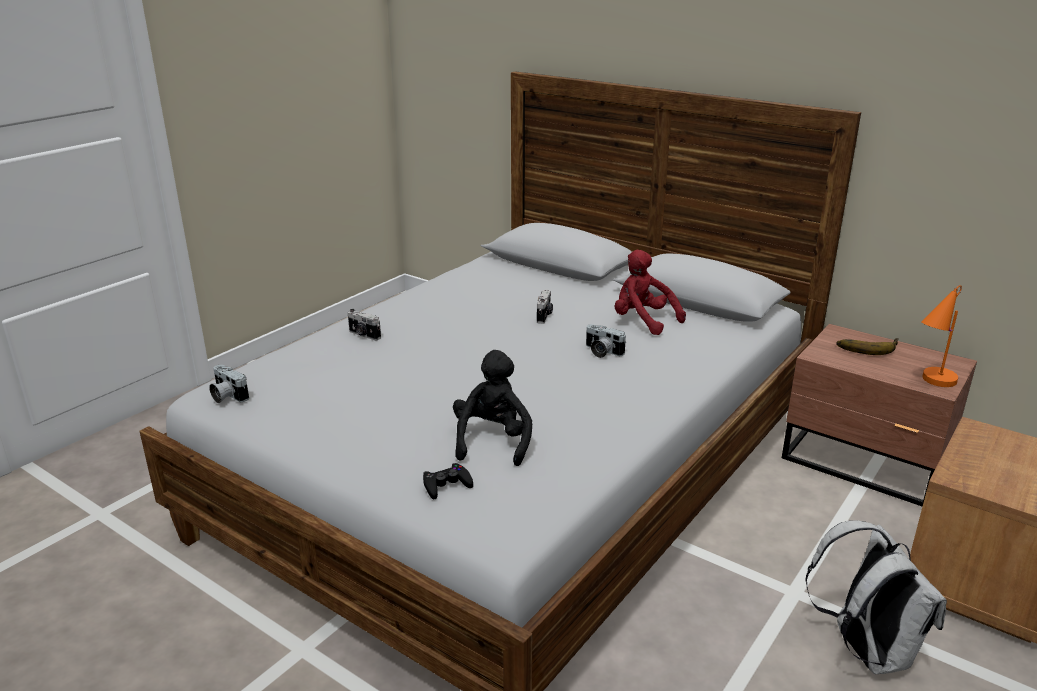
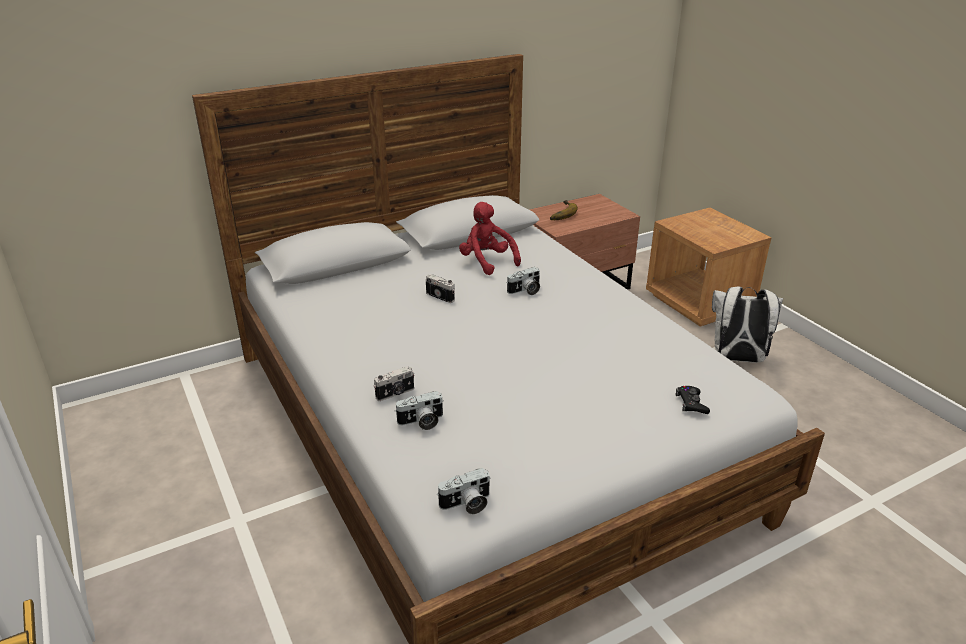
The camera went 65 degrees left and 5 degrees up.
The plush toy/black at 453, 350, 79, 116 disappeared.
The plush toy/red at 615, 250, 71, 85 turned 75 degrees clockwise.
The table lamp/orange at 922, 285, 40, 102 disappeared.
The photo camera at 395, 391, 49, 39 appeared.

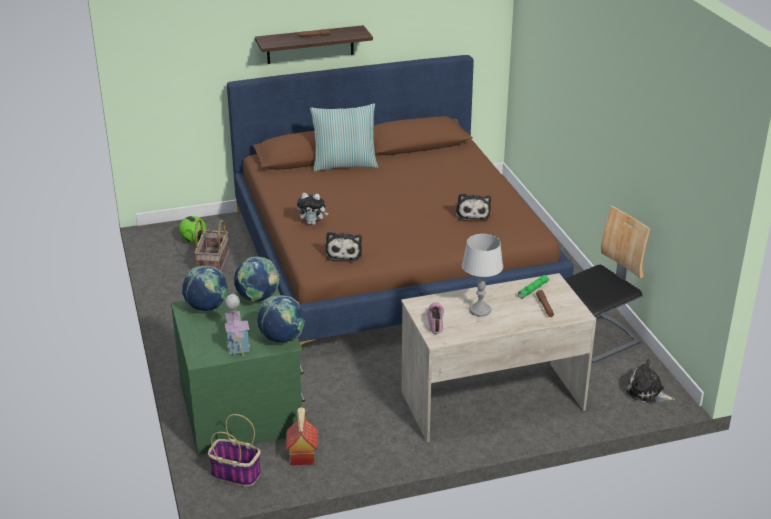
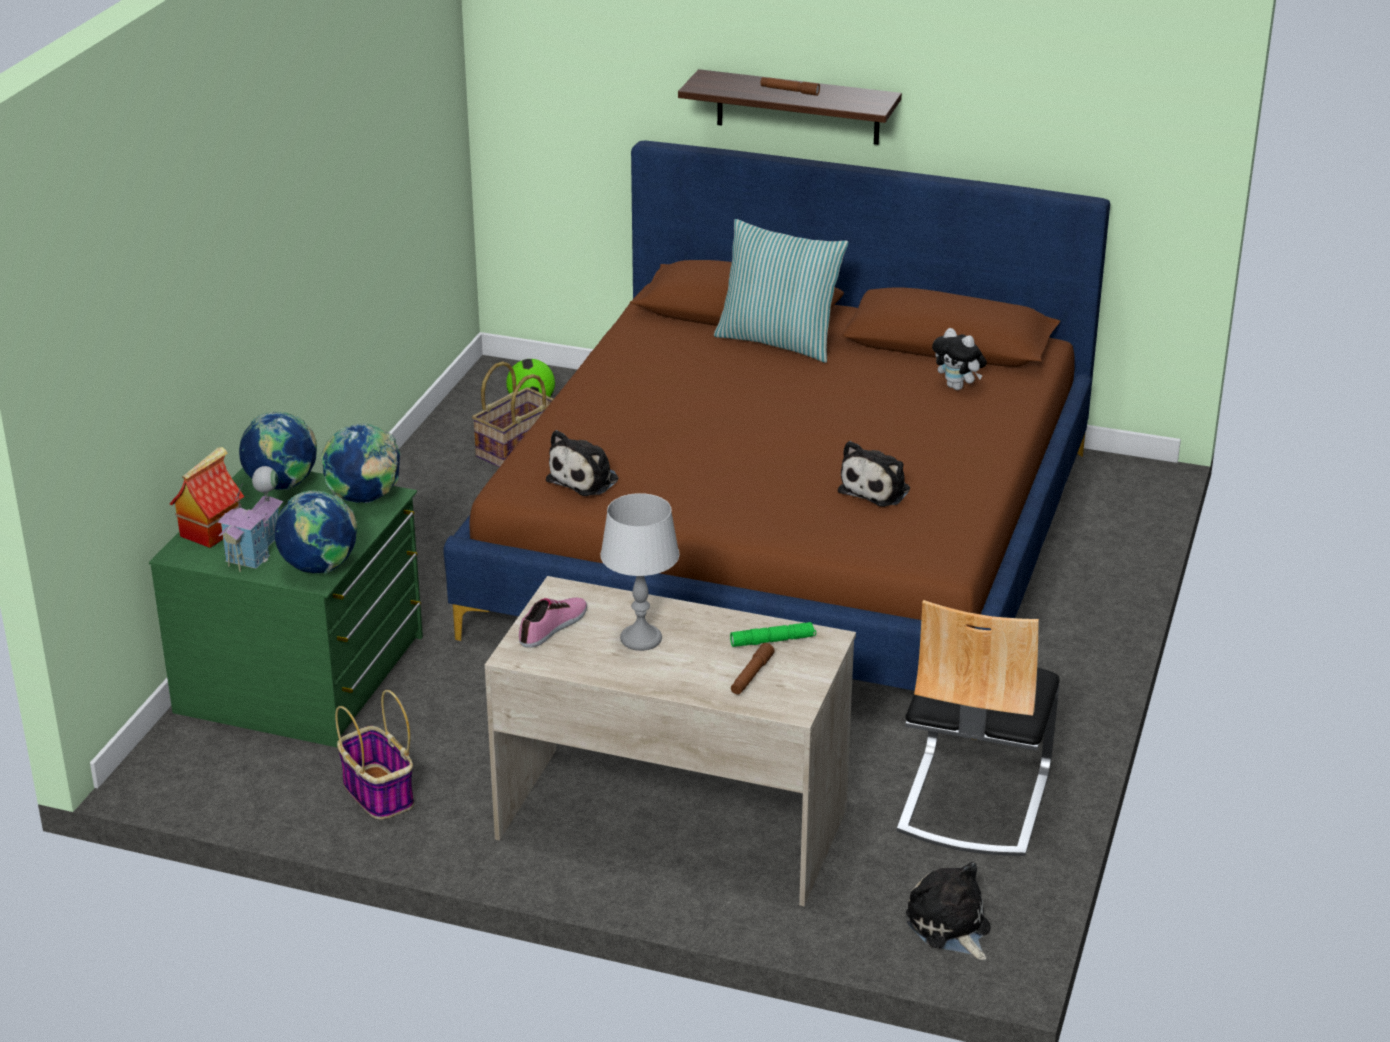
The camera went 35 degrees right and 0 degrees up.
The basket moved from 208, 414, 53, 72 to 335, 690, 79, 130.
The toy house moved from 286, 407, 32, 58 to 170, 447, 74, 101.
The plush toy moved from 297, 193, 31, 32 to 932, 328, 55, 62.
The chair at 564, 206, 86, 157 turned 105 degrees clockwise.

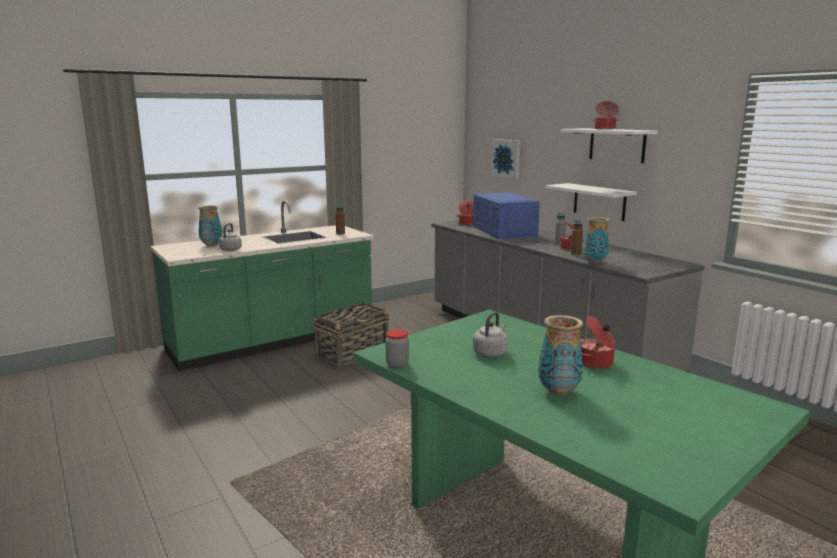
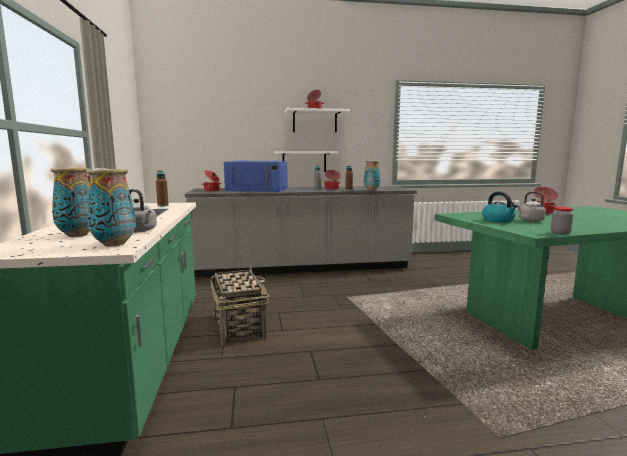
The camera went 65 degrees left and 5 degrees down.
The picture at 491, 139, 29, 40 disappeared.
The vase moved from 538, 315, 45, 81 to 86, 169, 50, 78.
The kettle at 482, 192, 36, 30 appeared.

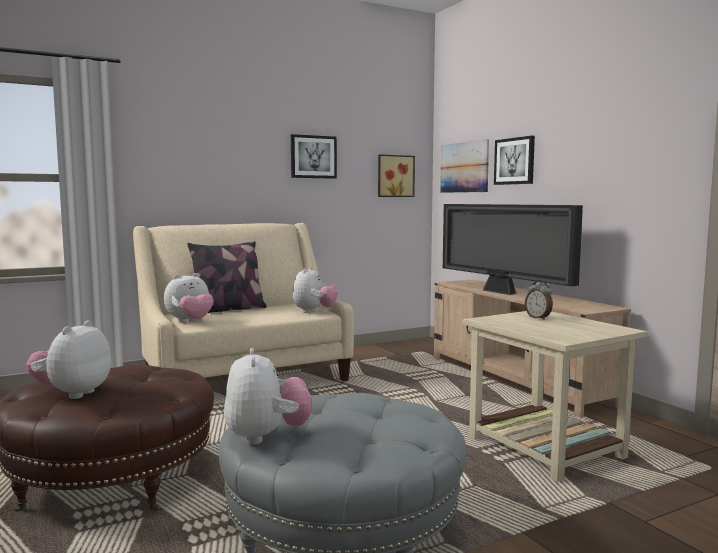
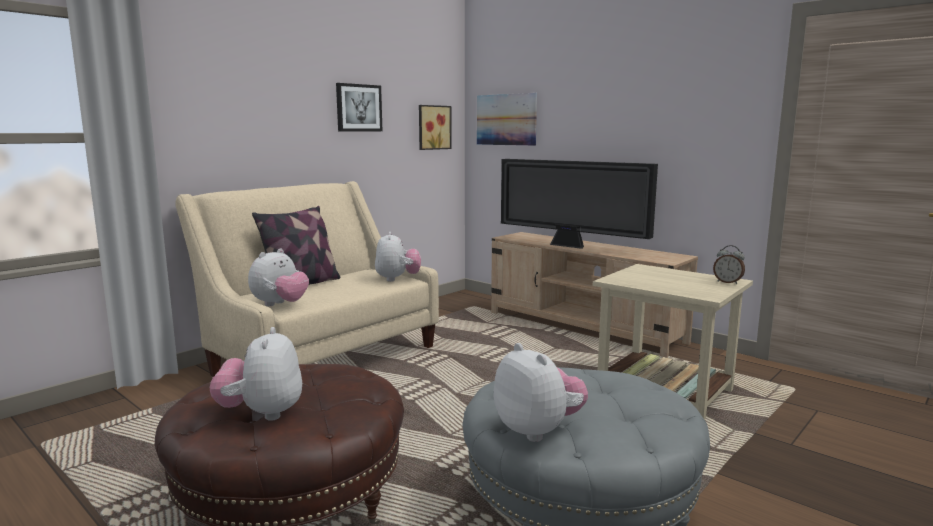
The camera went 20 degrees left and 5 degrees up.
The picture at 494, 136, 41, 49 disappeared.
The alarm clock moved from 525, 280, 28, 40 to 713, 245, 32, 39.

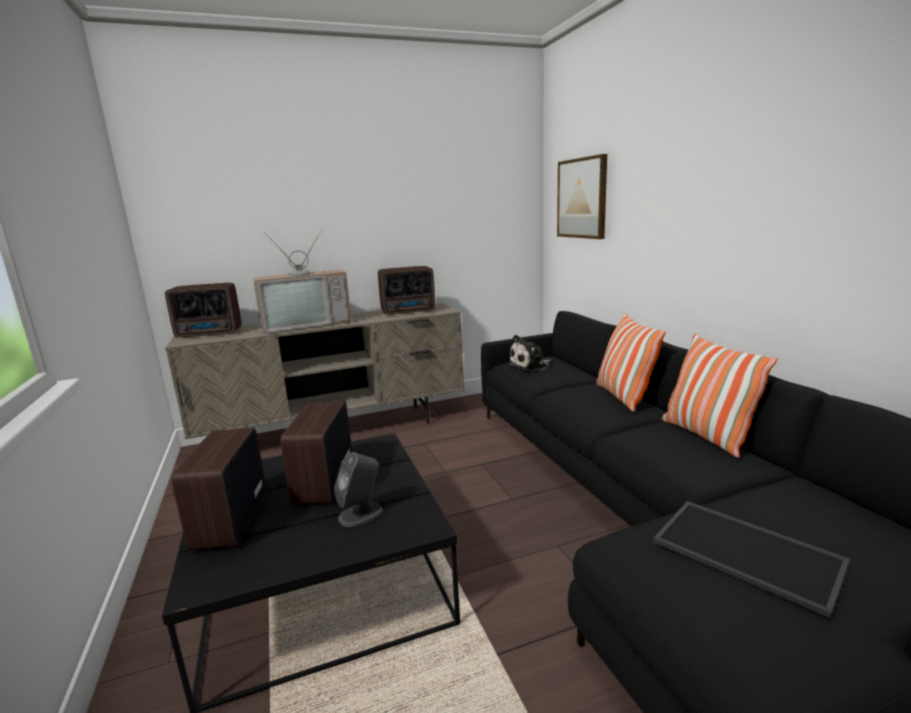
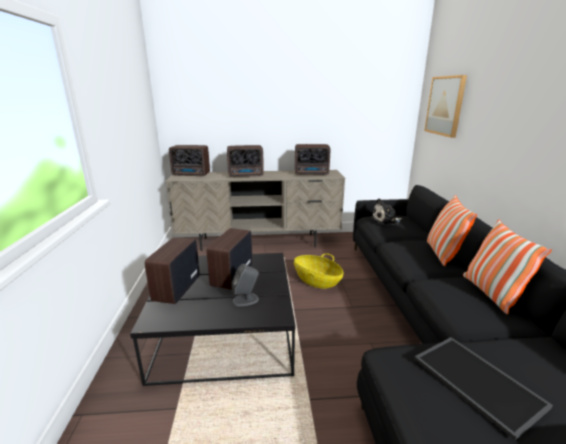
The camera went 15 degrees right and 5 degrees up.
The television at 253, 228, 99, 106 was replaced by the radio at 227, 145, 37, 32.
The basket at 294, 253, 50, 36 appeared.

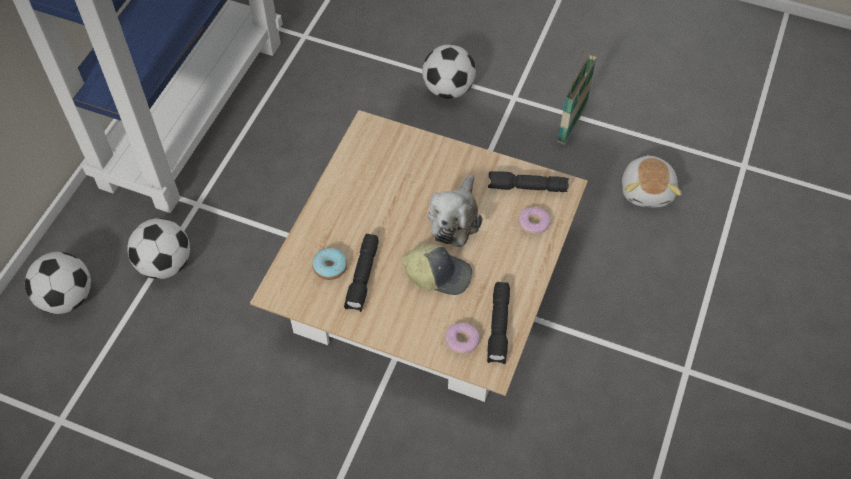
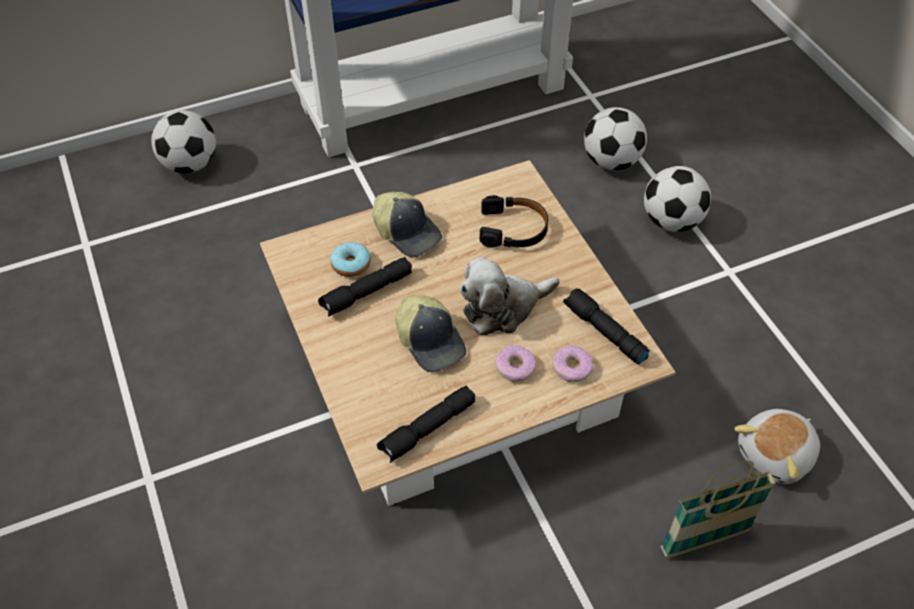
The camera went 45 degrees right and 5 degrees down.
The football moved from 127, 218, 63, 61 to 584, 107, 63, 63.
The donut moved from 445, 322, 35, 32 to 495, 345, 41, 37.
The basket moved from 557, 49, 40, 96 to 661, 460, 115, 98.
The cap at 372, 192, 70, 65 appeared.
The headphones/black at 480, 195, 68, 53 appeared.

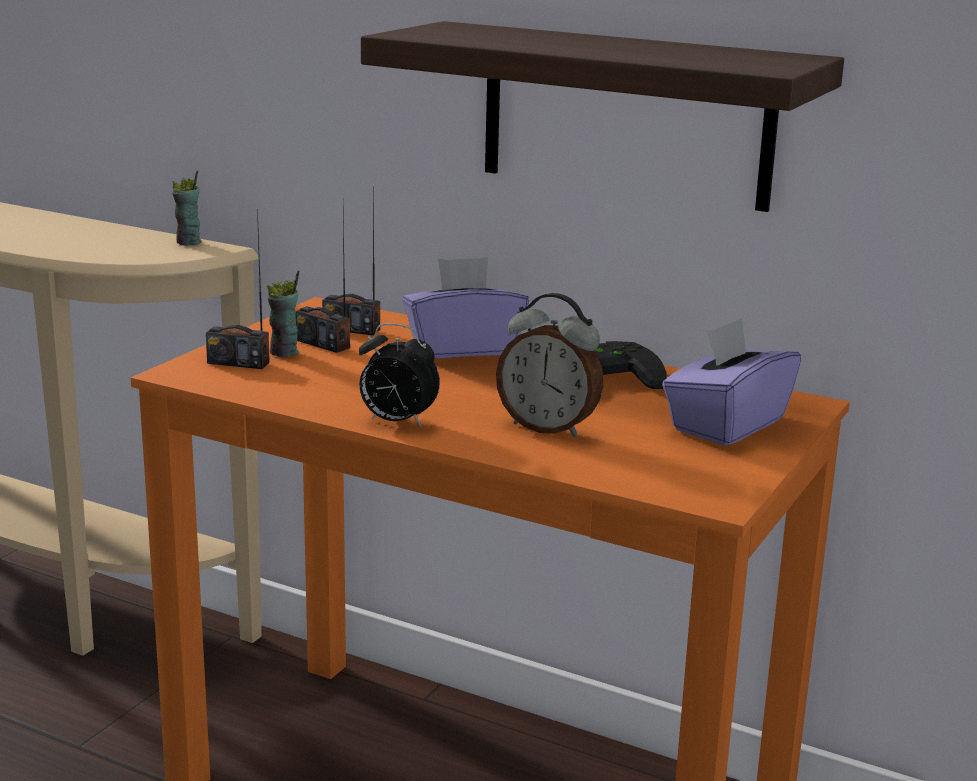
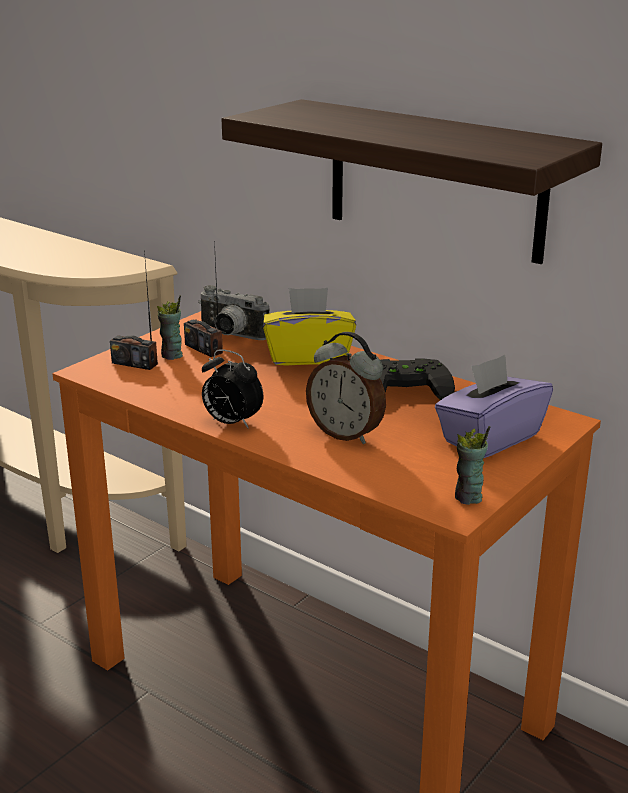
The camera went 10 degrees right and 5 degrees up.
The cup moved from 172, 170, 30, 76 to 455, 426, 35, 79.
The radio at 322, 188, 58, 148 was replaced by the photo camera at 198, 285, 71, 55.
The tissue box/purple at 402, 257, 127, 101 became the tissue box/yellow at 263, 288, 93, 77.

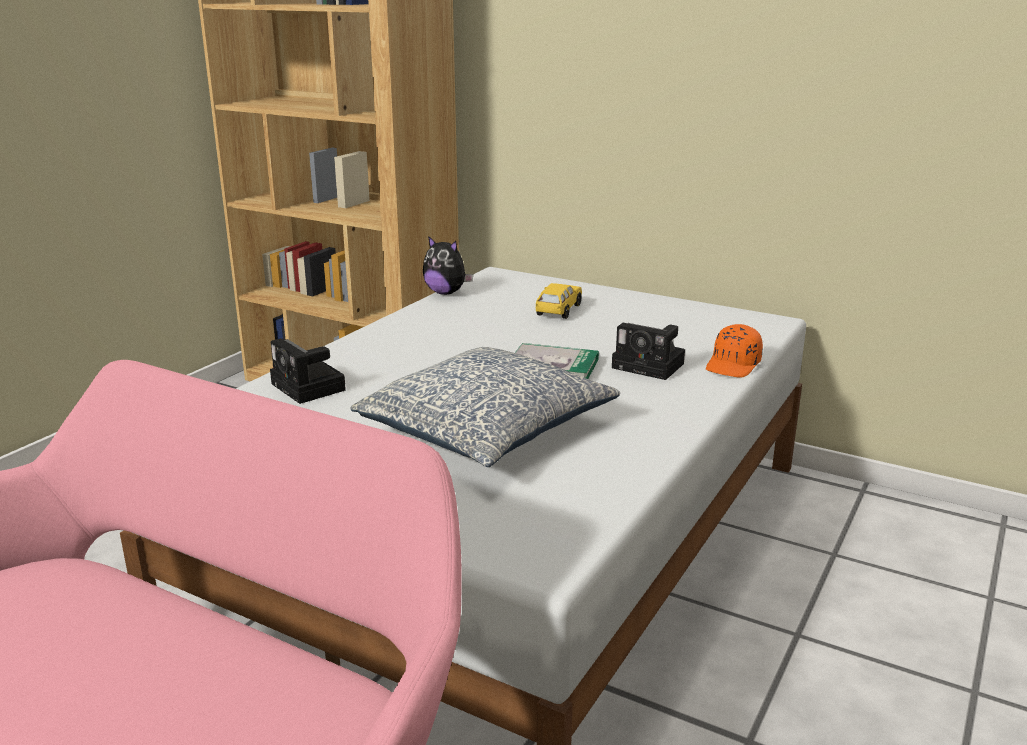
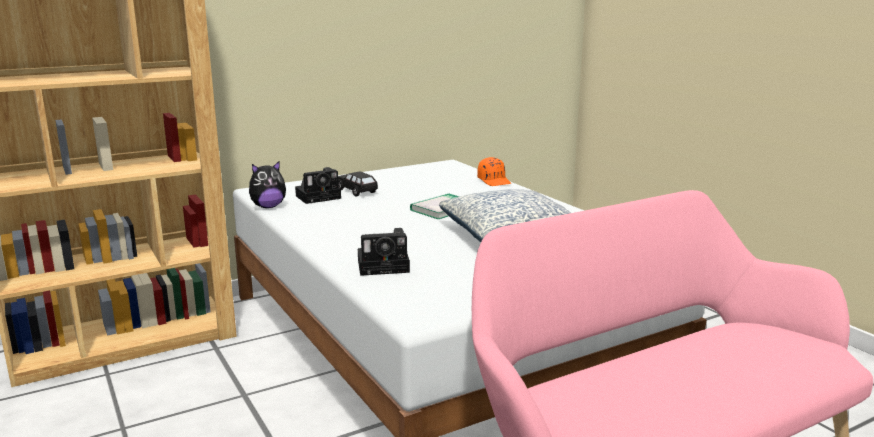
The camera went 60 degrees left and 5 degrees down.
The toy car/yellow at 536, 283, 46, 36 became the toy car/black at 338, 172, 40, 25.
The photo camera moved from 612, 323, 73, 57 to 295, 167, 46, 37.

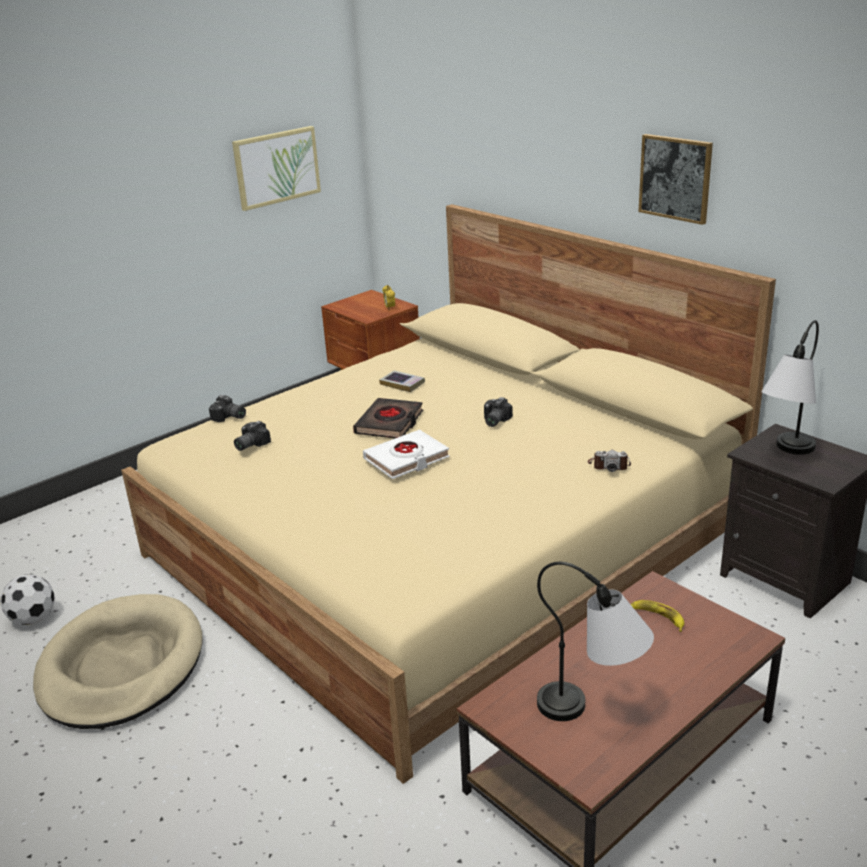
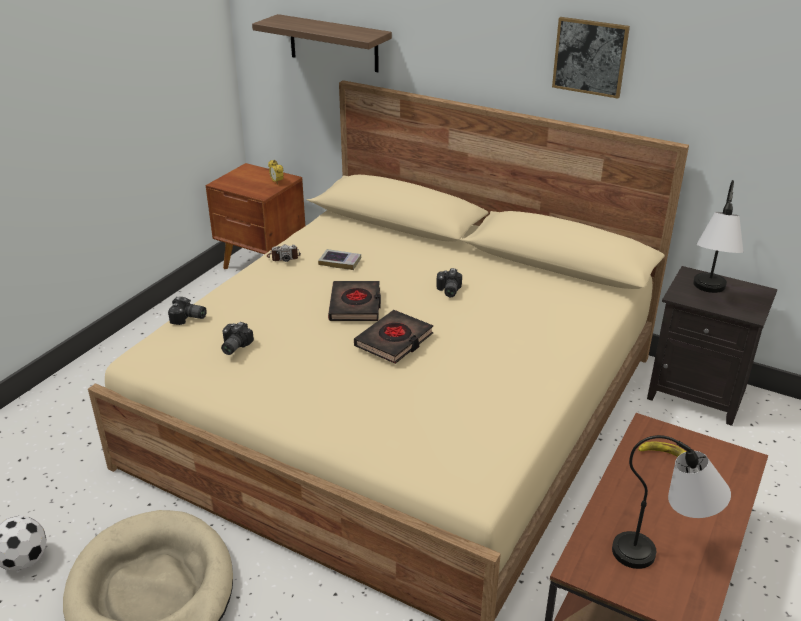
The camera went 20 degrees left and 5 degrees up.
The picture at 232, 126, 89, 85 disappeared.
The book/white at 363, 430, 87, 49 became the book/black at 354, 310, 80, 54.
The photo camera moved from 588, 450, 43, 22 to 267, 244, 34, 18.
The shelf at 252, 14, 140, 58 appeared.

